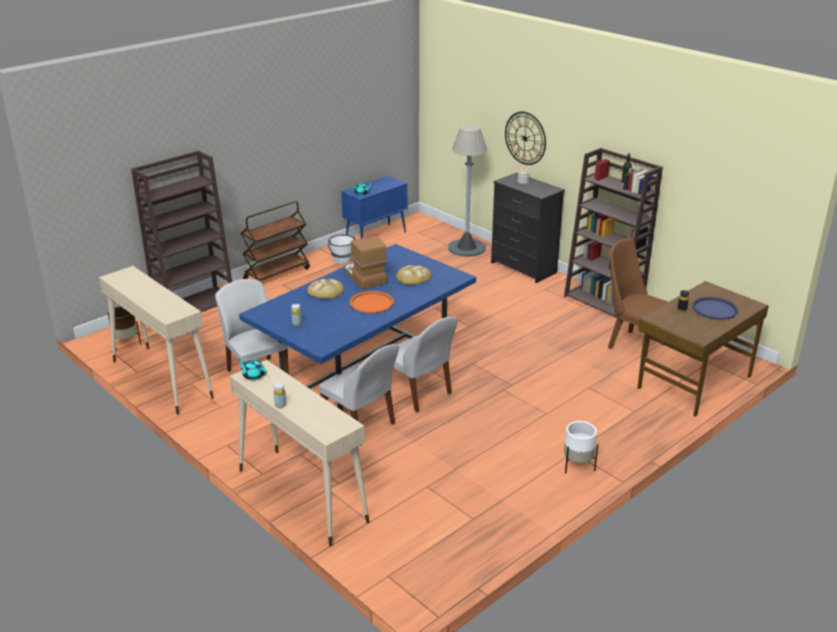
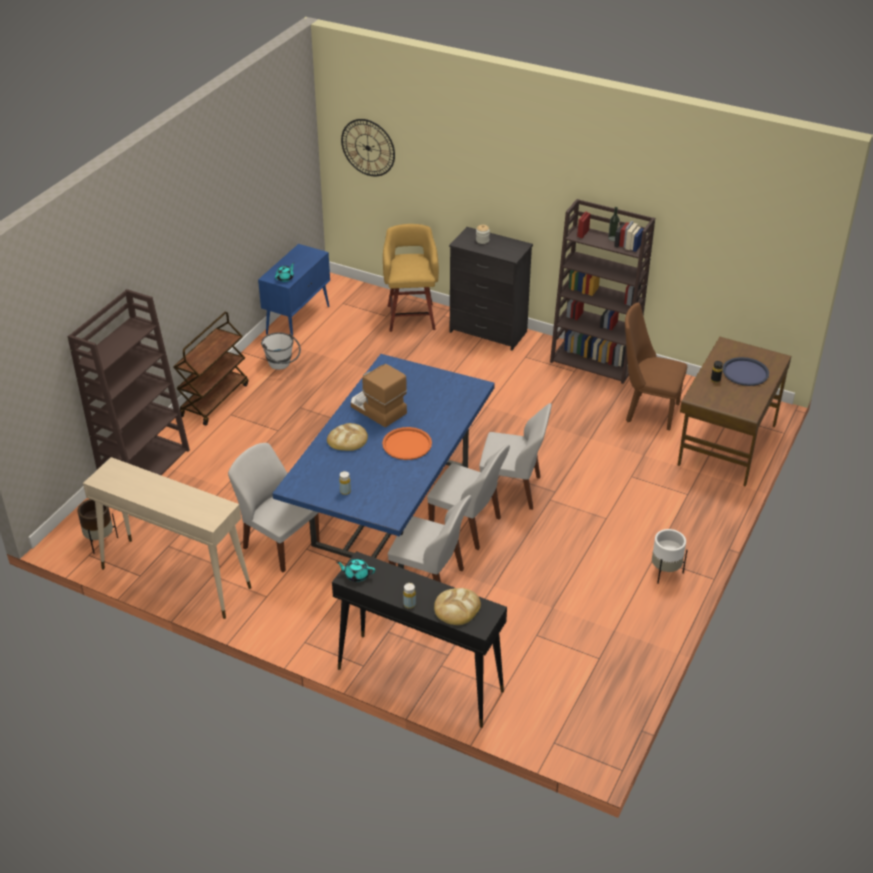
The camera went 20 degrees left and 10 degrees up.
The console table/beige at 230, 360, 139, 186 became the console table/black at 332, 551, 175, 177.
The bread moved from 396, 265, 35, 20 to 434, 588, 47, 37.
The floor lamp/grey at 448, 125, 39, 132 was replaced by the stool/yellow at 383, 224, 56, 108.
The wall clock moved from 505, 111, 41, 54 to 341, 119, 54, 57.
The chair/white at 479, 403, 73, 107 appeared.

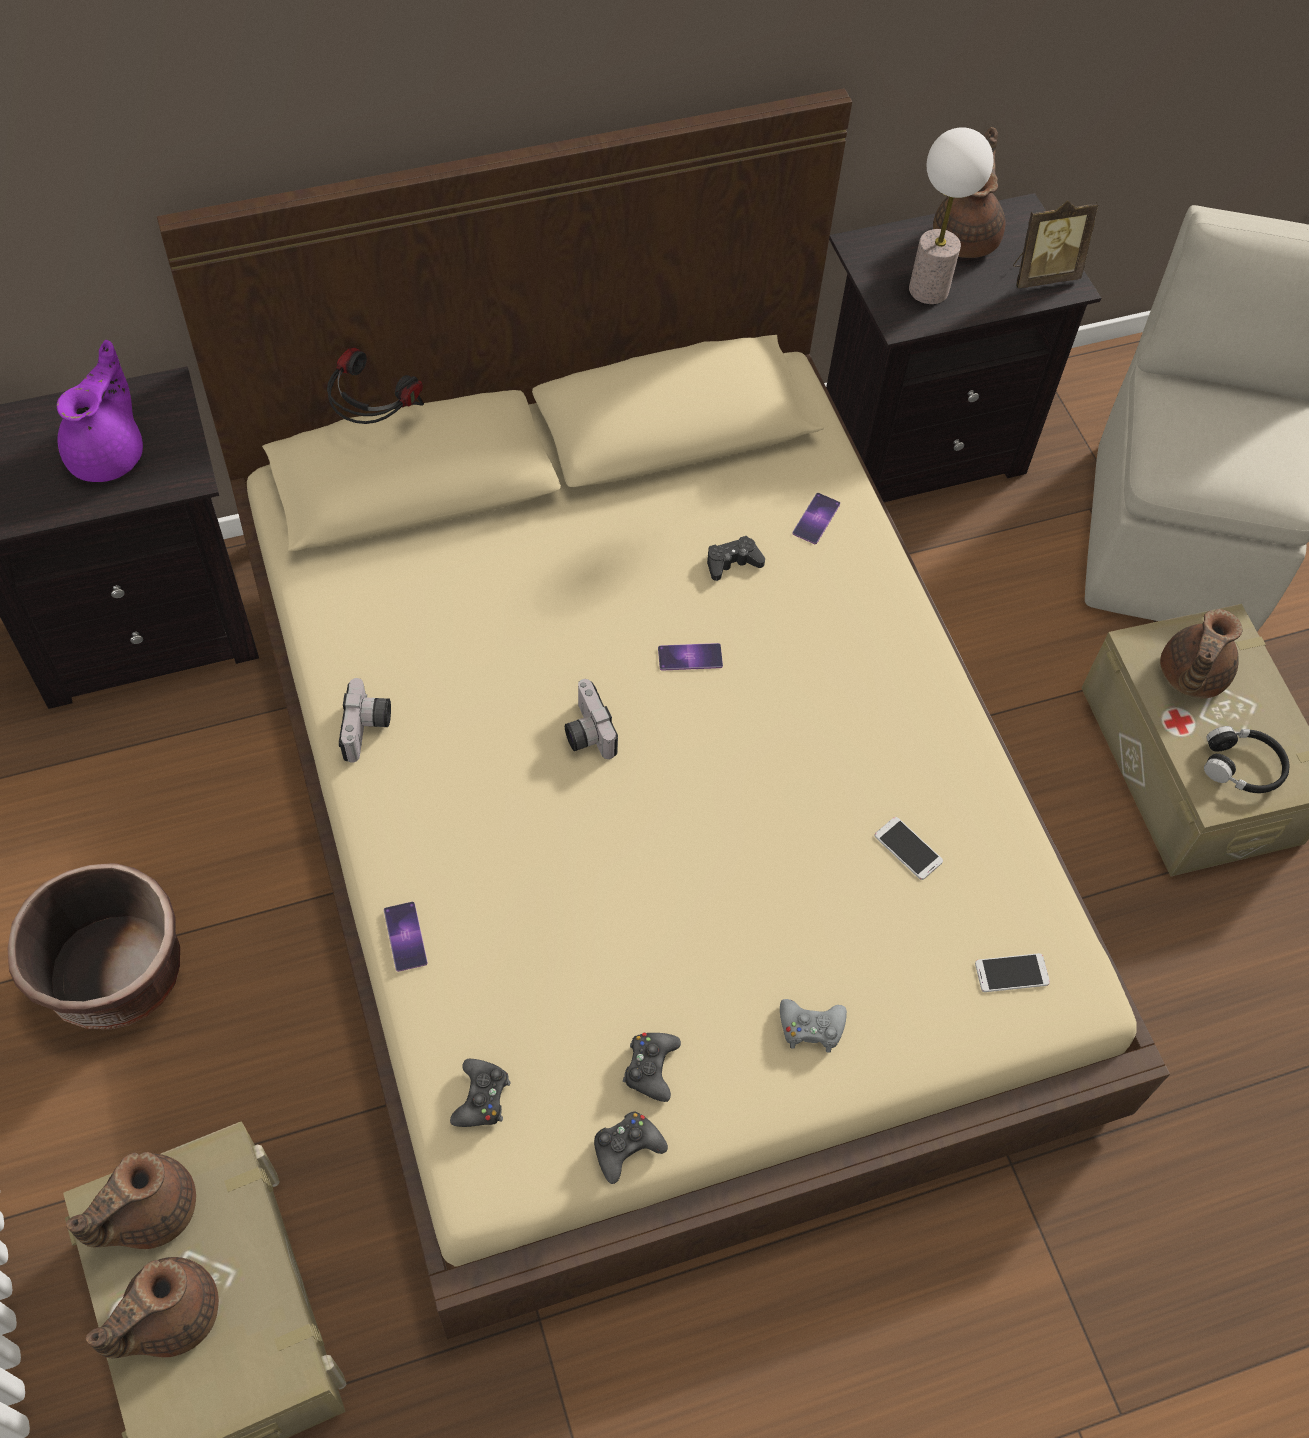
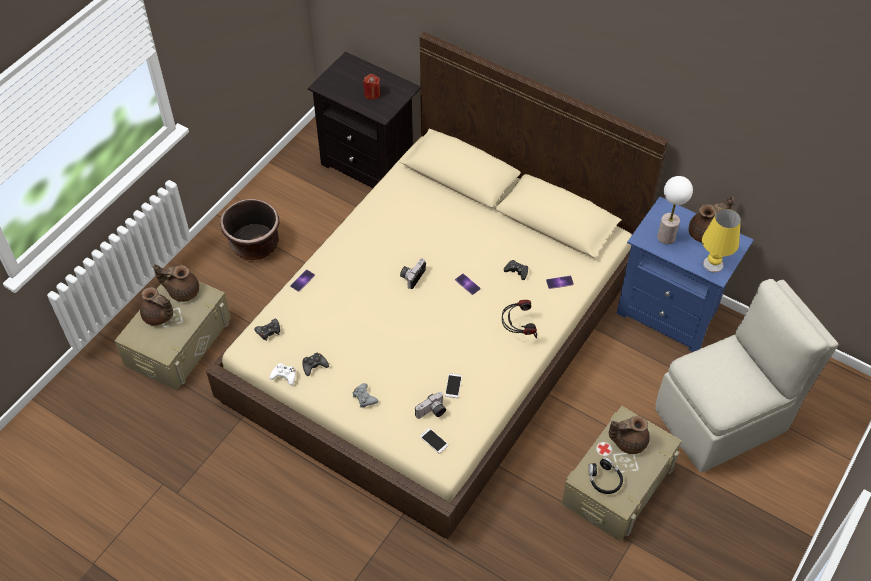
The camera went 55 degrees right and 5 degrees down.
The teapot/purple at 57, 340, 86, 142 was replaced by the candle/red at 363, 74, 17, 26.
The teapot/brown at 86, 1257, 133, 101 turned 150 degrees counterclockwise.
The headphones moved from 327, 347, 97, 77 to 502, 300, 35, 38.
The photo camera moved from 339, 678, 52, 85 to 415, 392, 31, 27.
The game controller/black at 594, 1111, 74, 73 became the game controller/white at 269, 363, 27, 23.
The nightstand/black at 826, 193, 275, 309 became the nightstand/blue at 616, 197, 137, 155.
The picture frame at 1013, 200, 86, 88 was replaced by the table lamp/yellow at 702, 209, 39, 64.

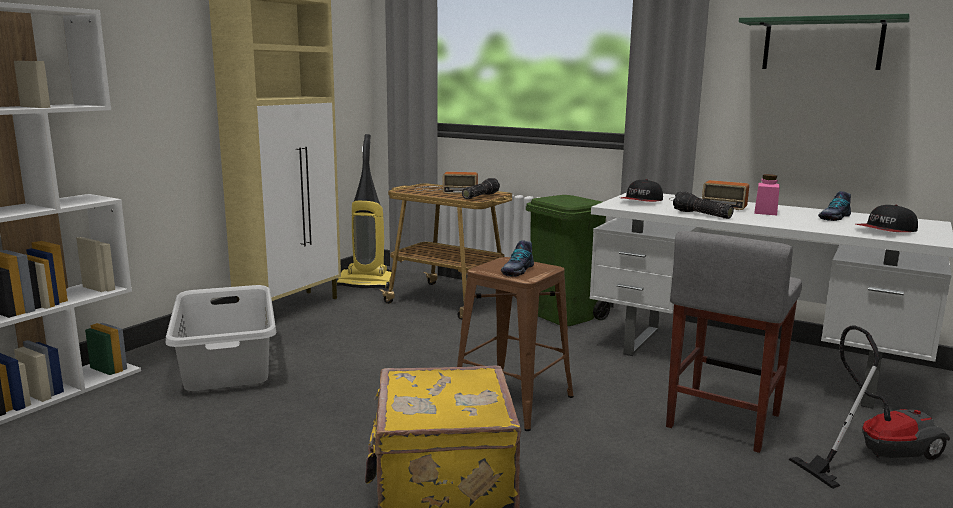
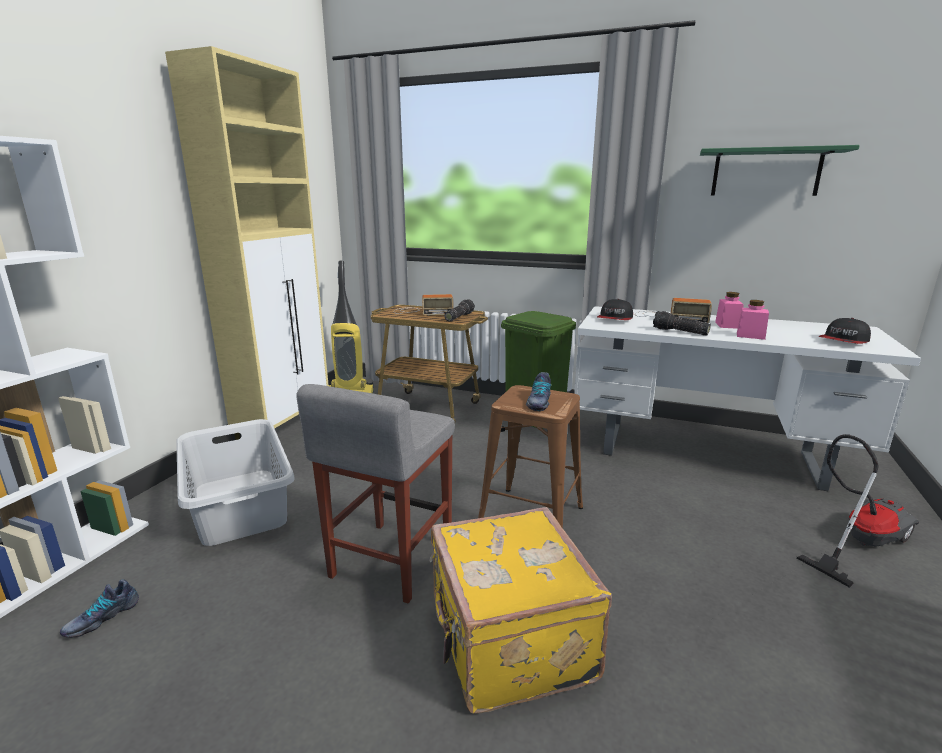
The camera went 10 degrees left and 5 degrees up.
The stool/grey moved from 666, 231, 136, 222 to 296, 384, 159, 220.
The shoe moved from 818, 191, 33, 30 to 60, 579, 79, 59.
The jar/pink at 737, 300, 32, 40 appeared.

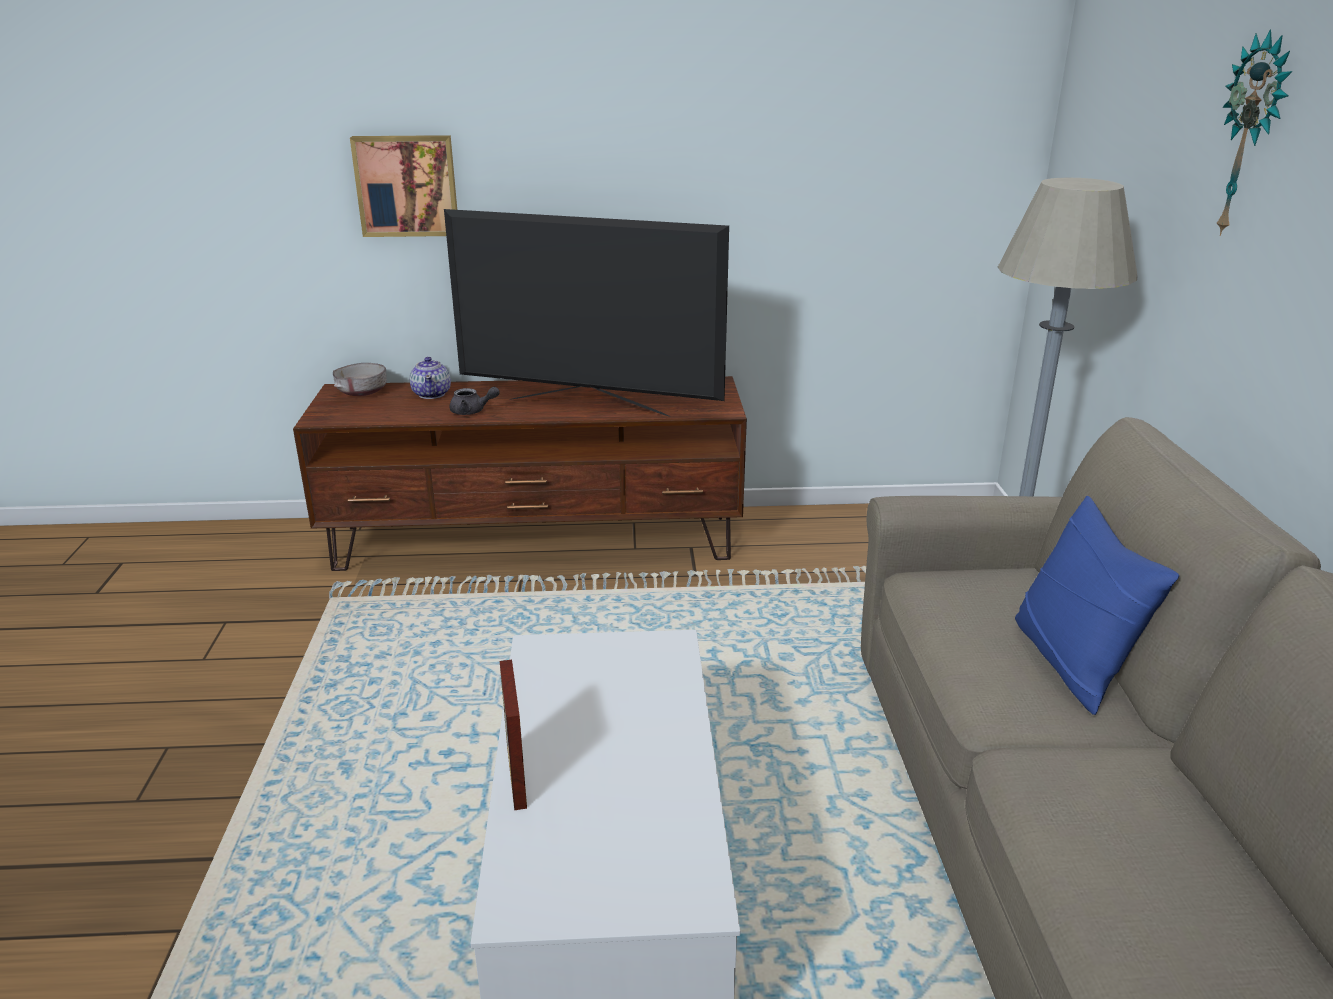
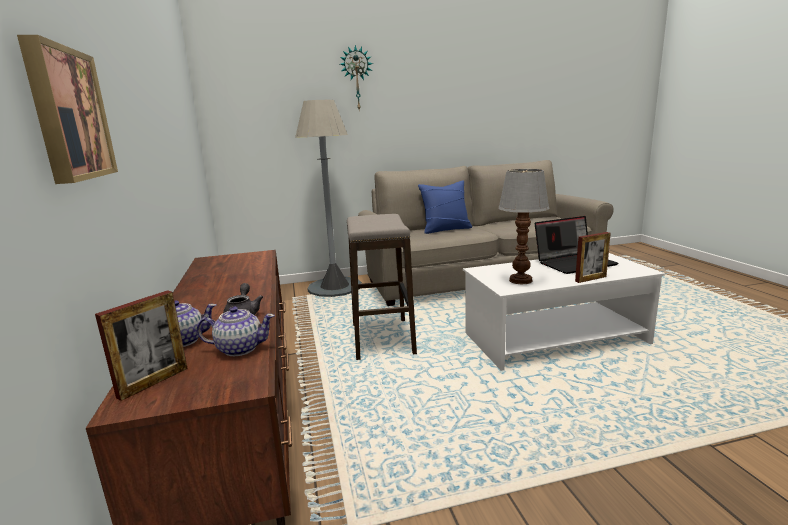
The camera went 100 degrees left and 10 degrees down.
The bowl/grey at 333, 363, 54, 33 was replaced by the picture frame at 95, 290, 93, 111.
The television at 444, 209, 285, 208 disappeared.
The teapot at 197, 306, 78, 50 appeared.
The stool at 347, 214, 70, 146 appeared.
The table lamp at 498, 169, 52, 115 appeared.
The laptop at 535, 216, 84, 58 appeared.

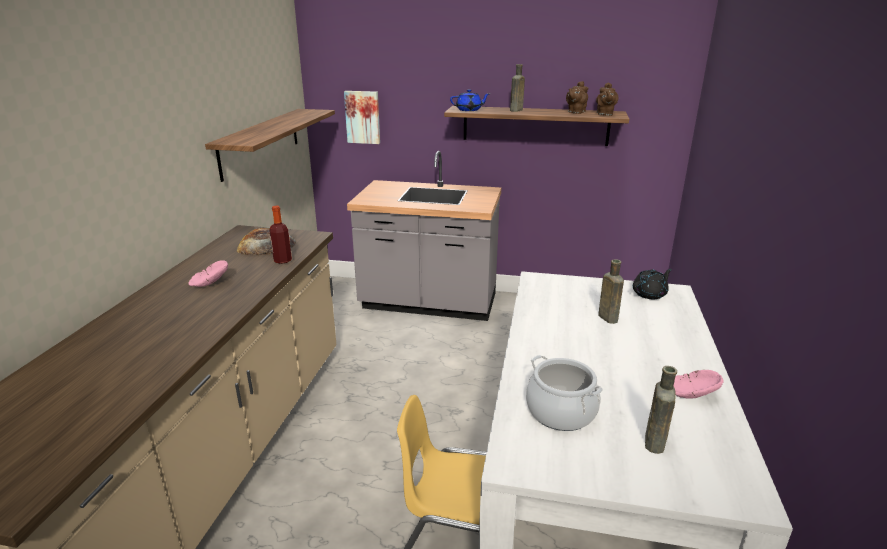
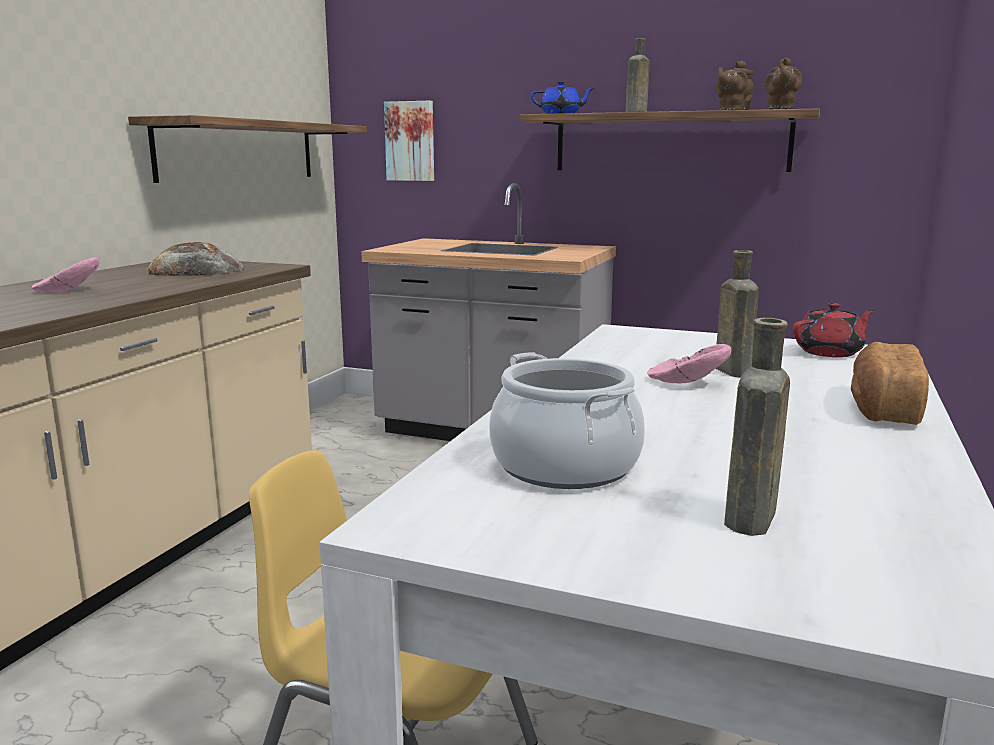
The camera went 10 degrees right and 10 degrees down.
The bottle at 269, 206, 23, 58 disappeared.
The teapot/black at 633, 269, 39, 30 became the teapot/red at 792, 303, 83, 54.
The bowl/pink moved from 674, 370, 50, 29 to 647, 344, 84, 40.
The bread at 851, 342, 78, 83 appeared.

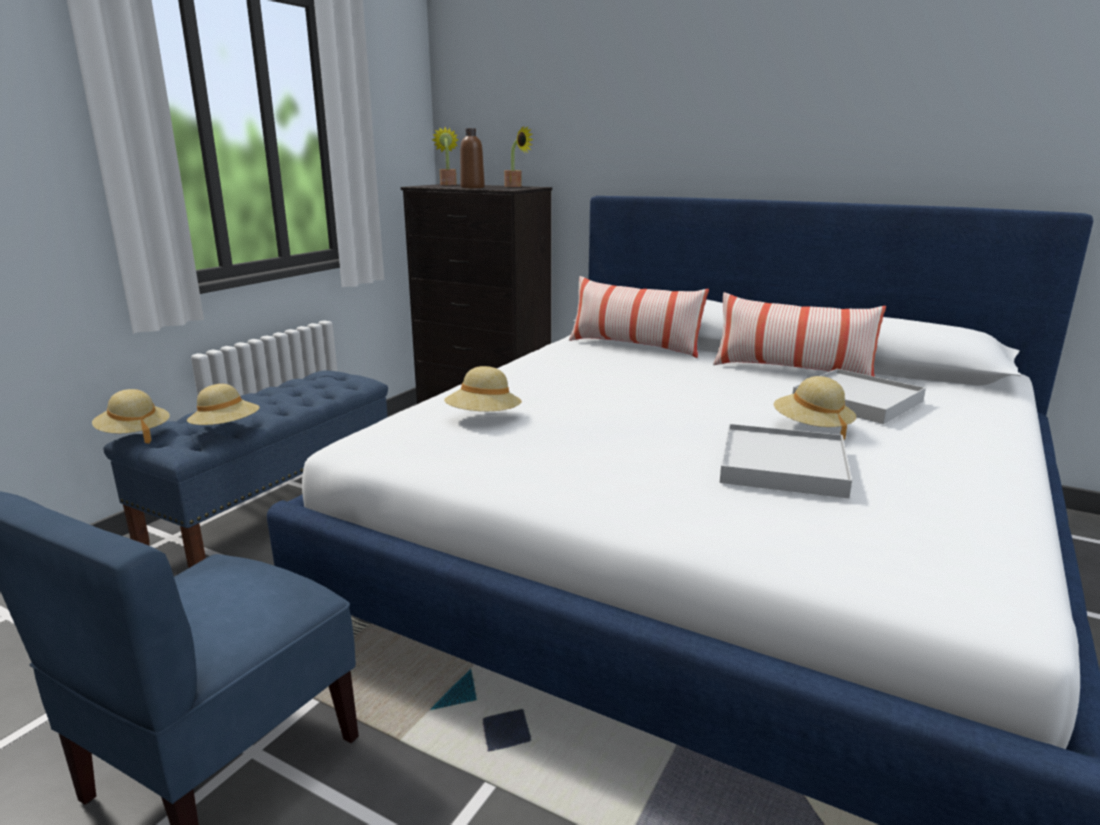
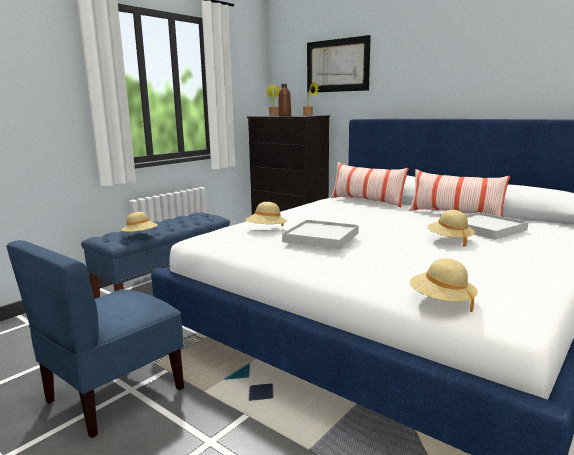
The camera went 10 degrees right and 5 degrees down.
The hat/beige moved from 92, 389, 78, 54 to 410, 258, 67, 54.
The tray/white moved from 720, 424, 132, 74 to 282, 220, 77, 29.
The picture at 307, 35, 64, 58 appeared.

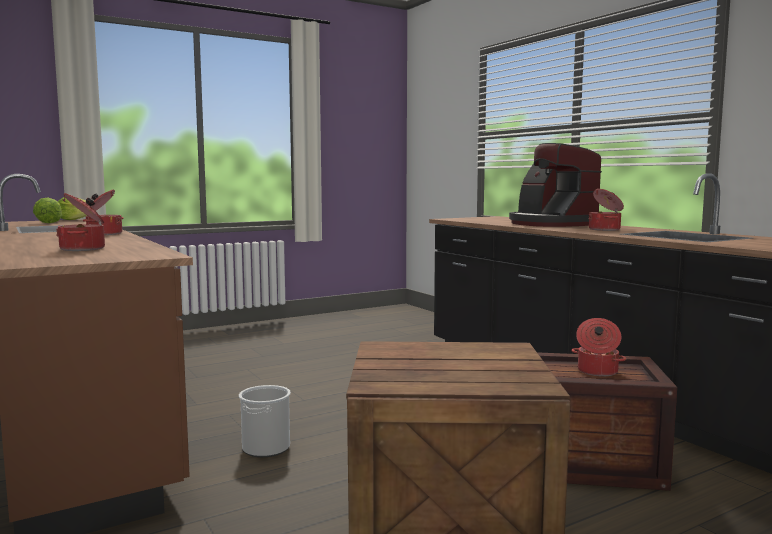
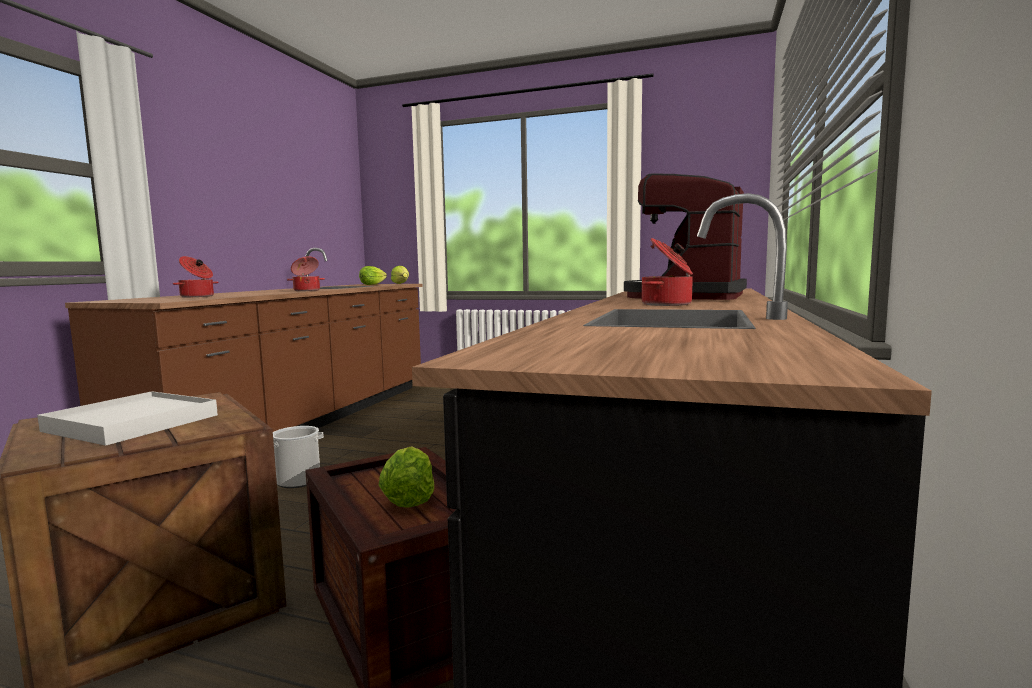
The camera went 50 degrees right and 0 degrees up.
The cooking pot at 571, 318, 55, 58 was replaced by the lettuce at 379, 446, 55, 62.
The tray/white at 37, 391, 181, 55 appeared.

